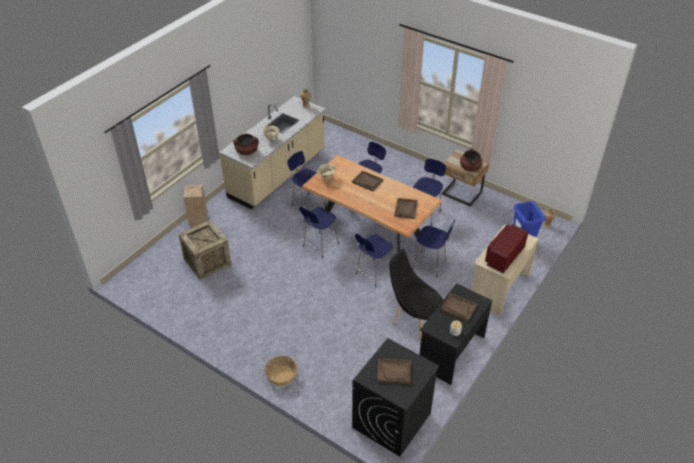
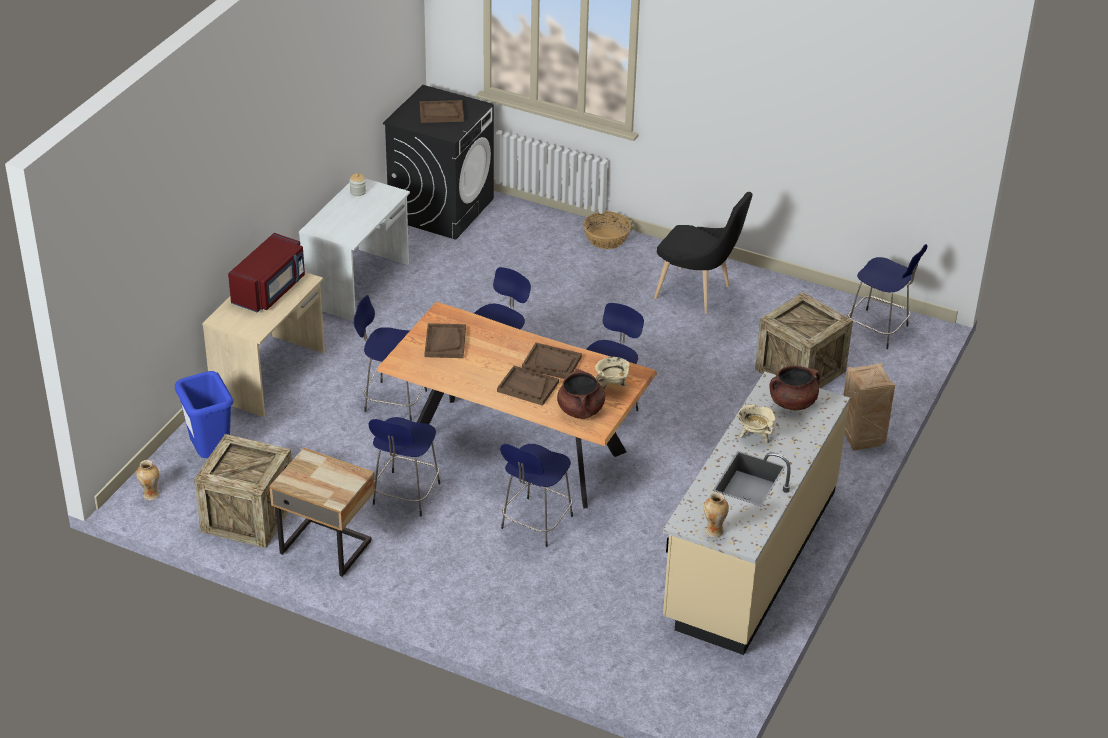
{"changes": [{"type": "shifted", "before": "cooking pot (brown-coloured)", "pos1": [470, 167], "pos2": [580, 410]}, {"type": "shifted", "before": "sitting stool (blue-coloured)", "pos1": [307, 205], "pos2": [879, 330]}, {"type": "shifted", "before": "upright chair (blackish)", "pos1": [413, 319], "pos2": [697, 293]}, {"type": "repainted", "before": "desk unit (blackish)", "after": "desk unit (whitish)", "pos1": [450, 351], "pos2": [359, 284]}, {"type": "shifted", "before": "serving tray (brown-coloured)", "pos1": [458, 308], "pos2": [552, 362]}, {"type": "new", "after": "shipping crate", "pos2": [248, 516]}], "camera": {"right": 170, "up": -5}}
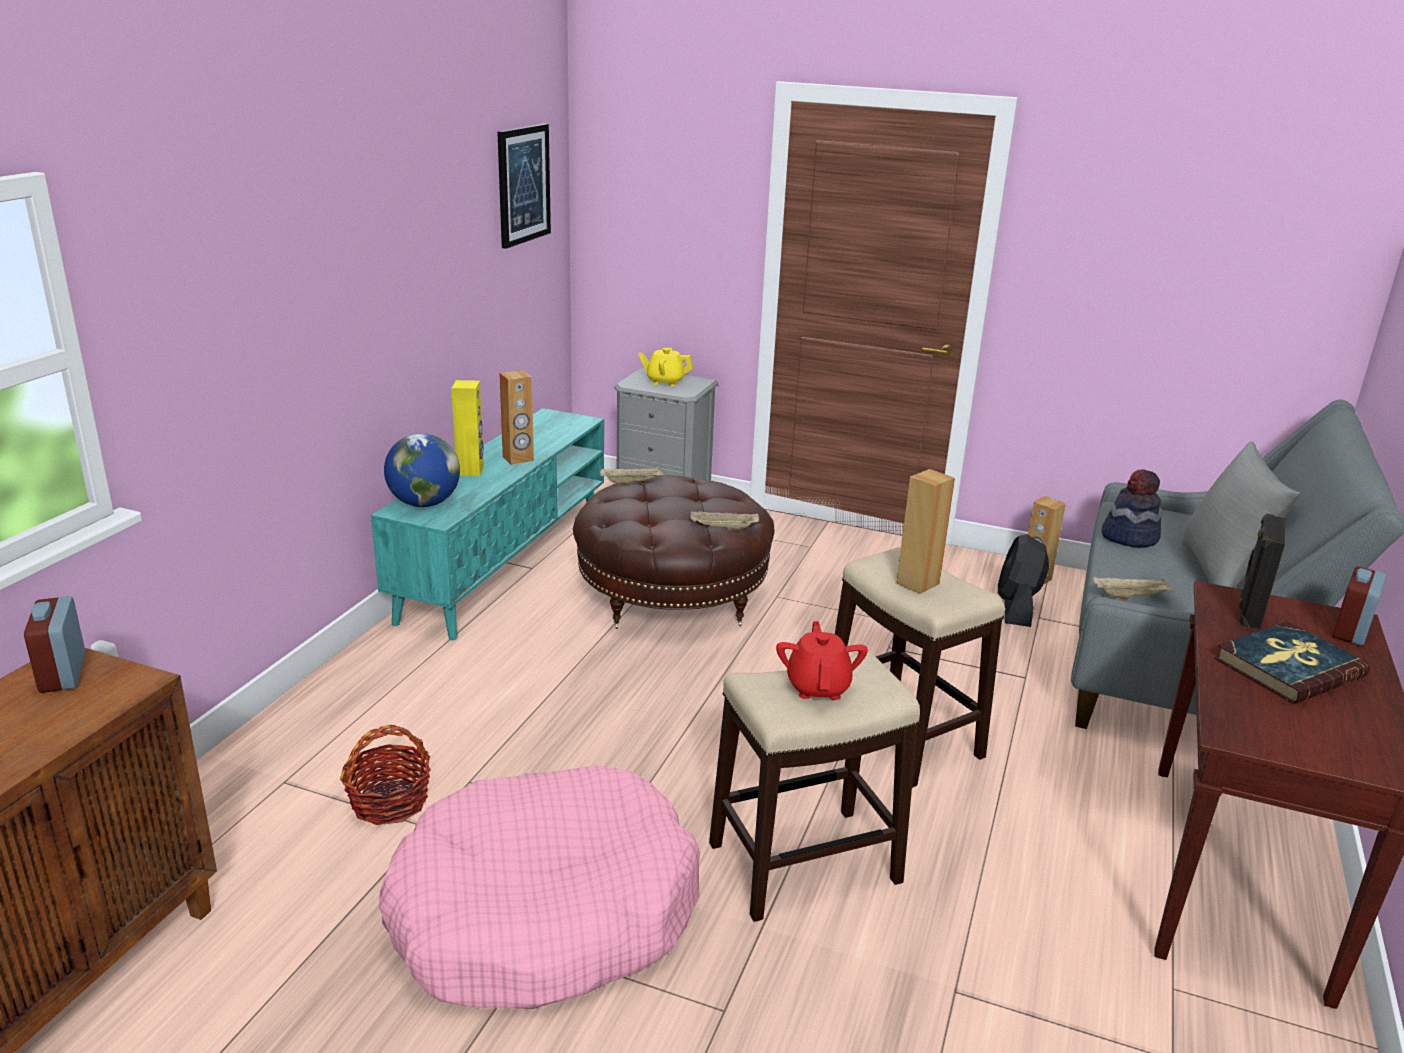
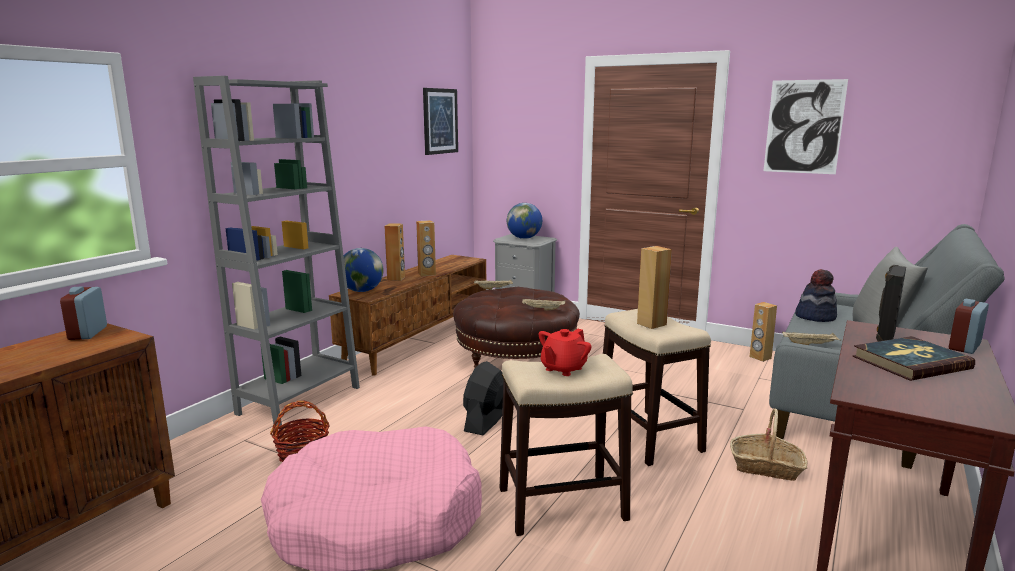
{"changes": [{"type": "swapped", "before": "teapot (yellow-coloured)", "after": "world globe", "pos1": [665, 381], "pos2": [524, 238]}, {"type": "repainted", "before": "loudspeaker (yellow-coloured)", "after": "loudspeaker (brown-coloured)", "pos1": [470, 471], "pos2": [396, 278]}, {"type": "repainted", "before": "tv stand (blue-green)", "after": "tv stand (brown-coloured)", "pos1": [504, 564], "pos2": [418, 340]}, {"type": "shifted", "before": "cooling fan (blackish)", "pos1": [1017, 608], "pos2": [485, 421]}, {"type": "rotated", "before": "teapot (reddish)", "pos1": [818, 687], "pos2": [563, 369], "turn": -150}, {"type": "new", "after": "shelving unit (greyish)", "pos2": [299, 400]}, {"type": "new", "after": "wall art", "pos2": [804, 127]}, {"type": "new", "after": "storage basket", "pos2": [766, 467]}], "camera": {"right": 10, "up": -10}}
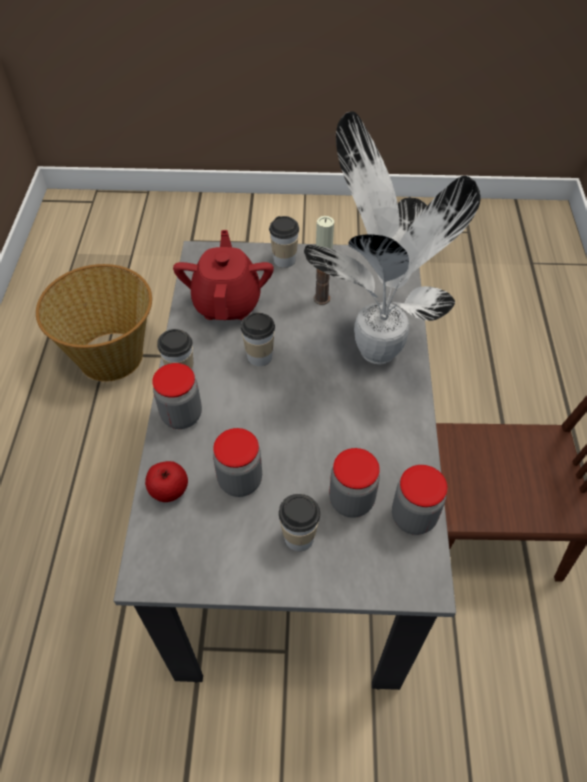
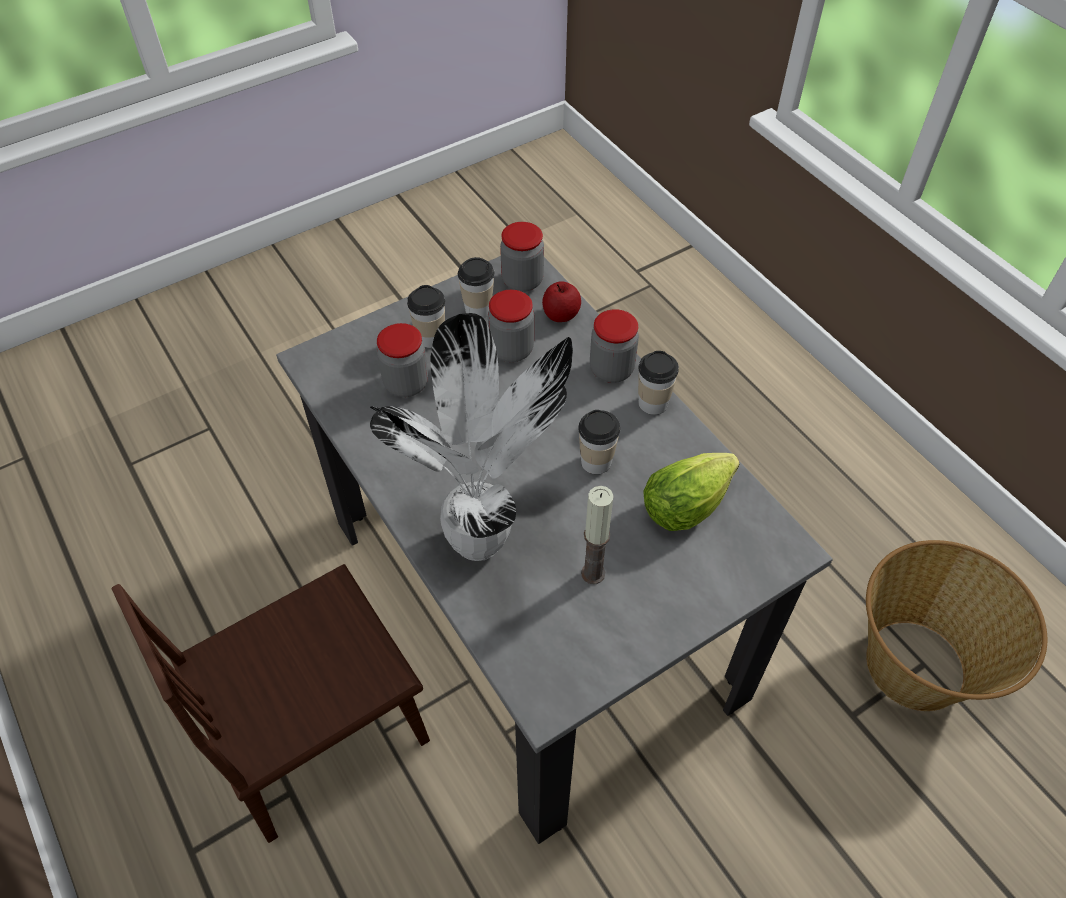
{"changes": [{"type": "shifted", "before": "small cup", "pos1": [284, 260], "pos2": [478, 309]}, {"type": "swapped", "before": "teapot (reddish)", "after": "lettuce head", "pos1": [227, 303], "pos2": [690, 503]}, {"type": "shifted", "before": "storage jar", "pos1": [413, 517], "pos2": [522, 281]}], "camera": {"right": 145, "up": 0}}
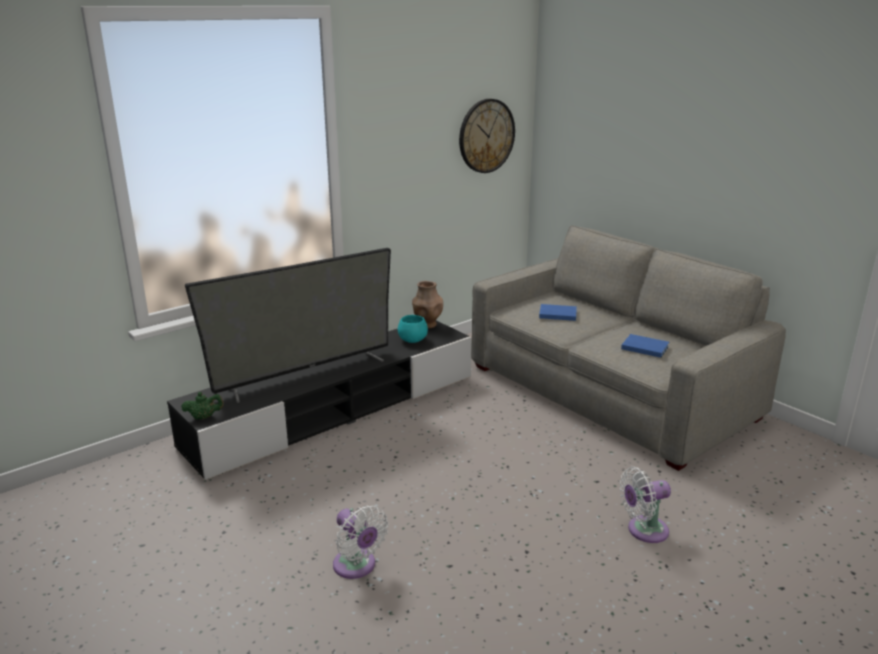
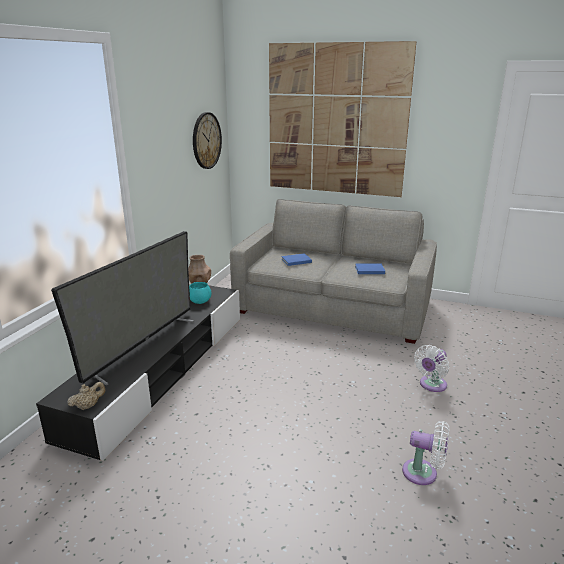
{"changes": [{"type": "repainted", "before": "teapot (greenish)", "after": "teapot (sand-coloured)", "pos1": [204, 417], "pos2": [88, 406]}, {"type": "shifted", "before": "cooling fan (whitish)", "pos1": [357, 567], "pos2": [423, 473]}, {"type": "new", "after": "wall art", "pos2": [336, 120]}], "camera": {"right": -30, "up": 0}}
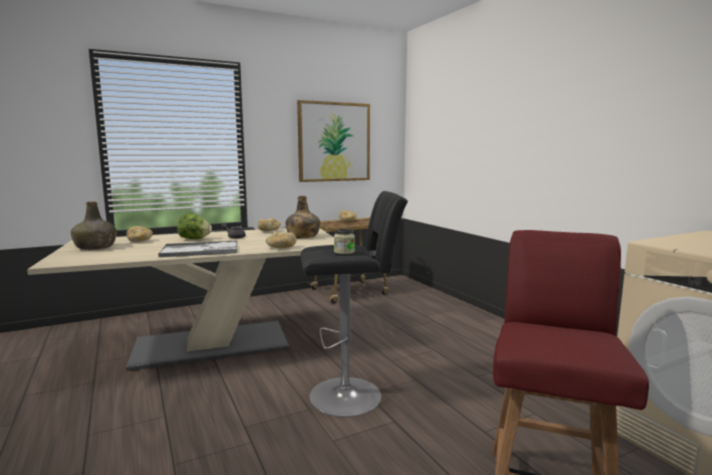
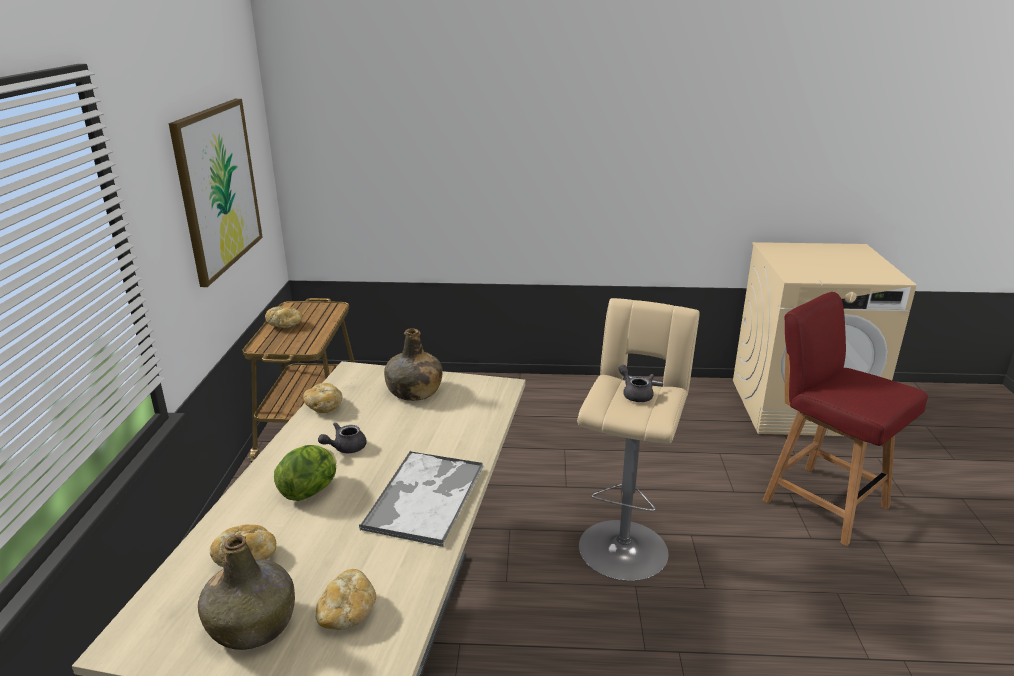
{"changes": [{"type": "repainted", "before": "sitting stool (blackish)", "after": "sitting stool (sand-coloured)", "pos1": [351, 395], "pos2": [624, 544]}, {"type": "swapped", "before": "storage jar", "after": "teapot (greyish)", "pos1": [344, 252], "pos2": [635, 394]}, {"type": "shifted", "before": "bread", "pos1": [281, 247], "pos2": [347, 613]}], "camera": {"right": -60, "up": 15}}
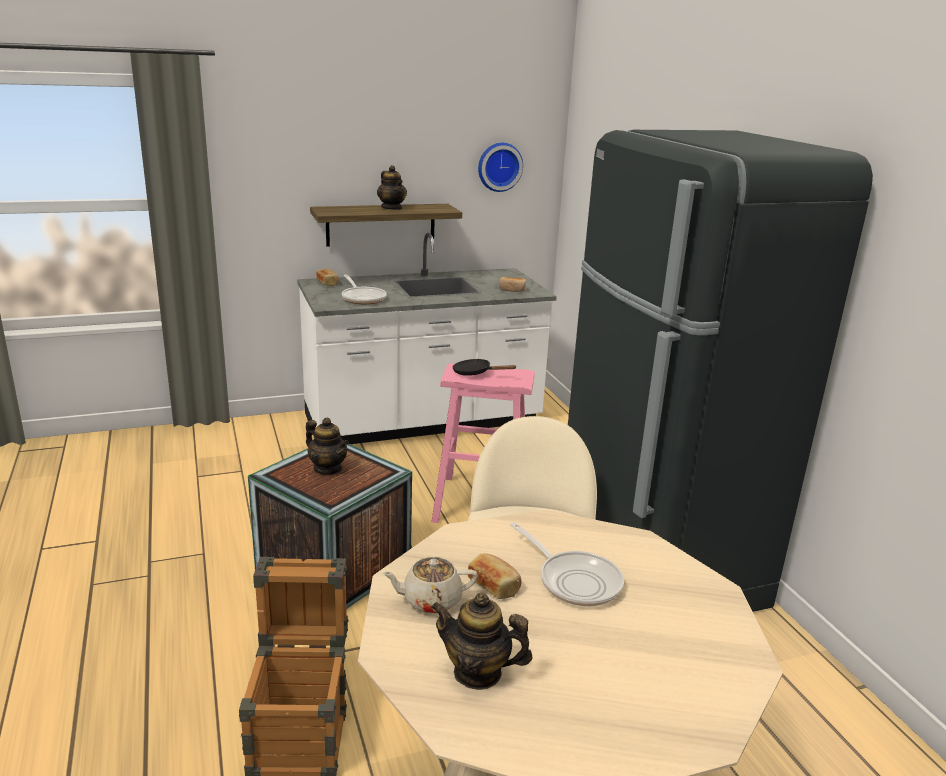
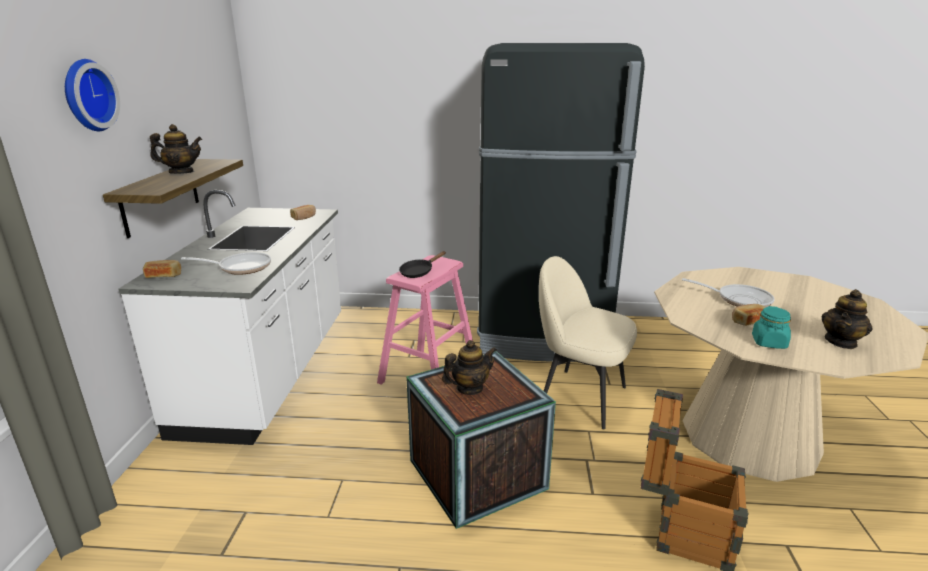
{"changes": [{"type": "shifted", "before": "wall clock", "pos1": [499, 166], "pos2": [86, 95]}, {"type": "rotated", "before": "pan", "pos1": [574, 580], "pos2": [739, 299], "turn": 45}, {"type": "swapped", "before": "teapot (sand-coloured)", "after": "storage jar (blue-green)", "pos1": [430, 600], "pos2": [769, 342]}], "camera": {"right": -65, "up": 0}}
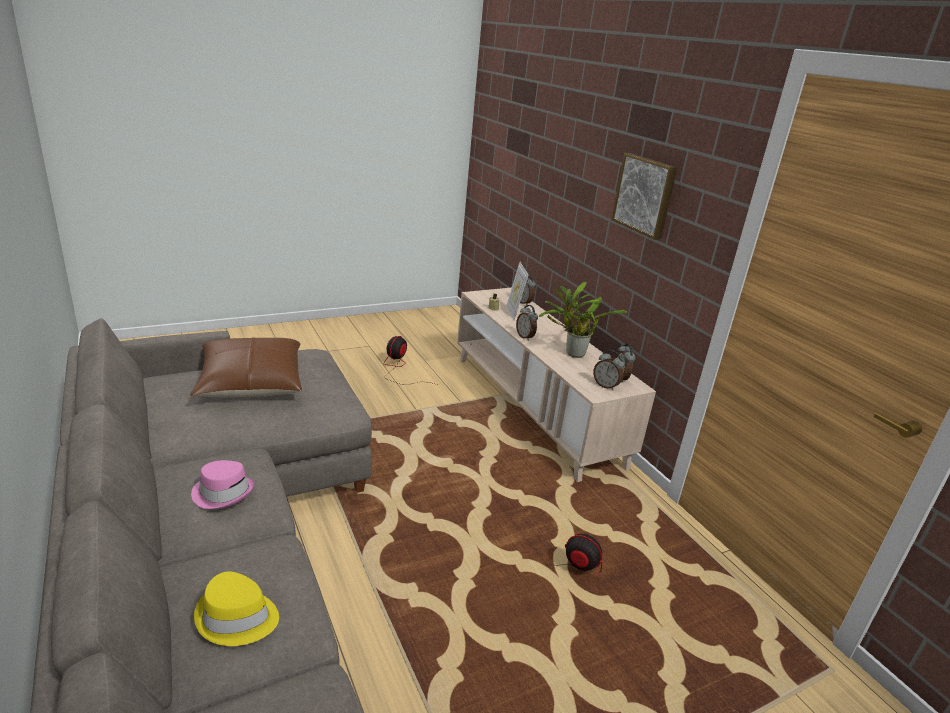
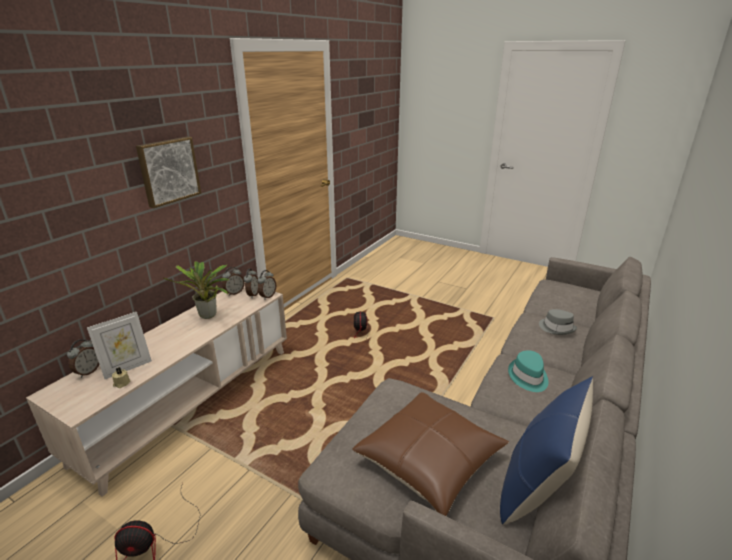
{"changes": [{"type": "shifted", "before": "alarm clock", "pos1": [525, 337], "pos2": [267, 296]}, {"type": "repainted", "before": "wearable hat (pink-coloured)", "after": "wearable hat (blue-green)", "pos1": [223, 492], "pos2": [528, 377]}, {"type": "repainted", "before": "wearable hat (yellow-coloured)", "after": "wearable hat (greyish)", "pos1": [237, 618], "pos2": [557, 328]}, {"type": "new", "after": "throw pillow (blue-coloured)", "pos2": [537, 487]}], "camera": {"right": -120, "up": 0}}
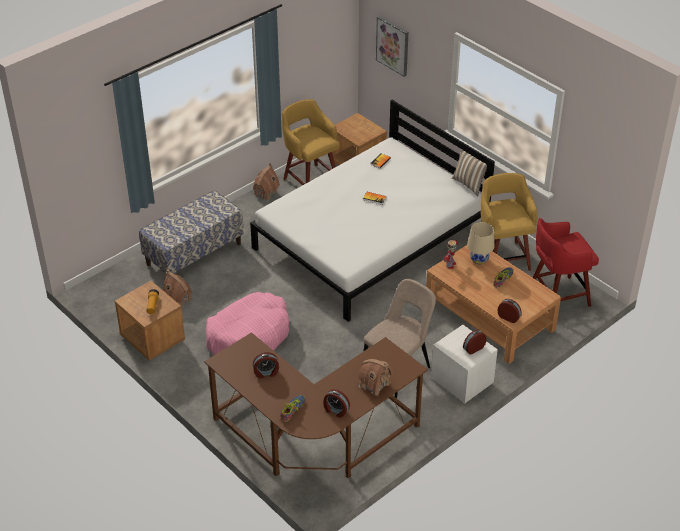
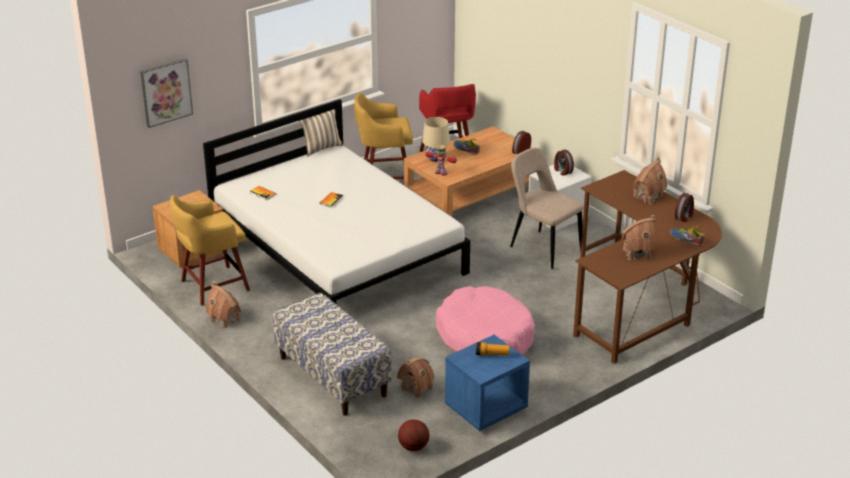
{"changes": [{"type": "repainted", "before": "night table (brown-coloured)", "after": "night table (blue-coloured)", "pos1": [152, 339], "pos2": [485, 408]}, {"type": "swapped", "before": "alarm clock", "after": "miniature house", "pos1": [266, 373], "pos2": [636, 252]}, {"type": "new", "after": "basketball ball", "pos2": [413, 447]}], "camera": {"right": -85, "up": -10}}
